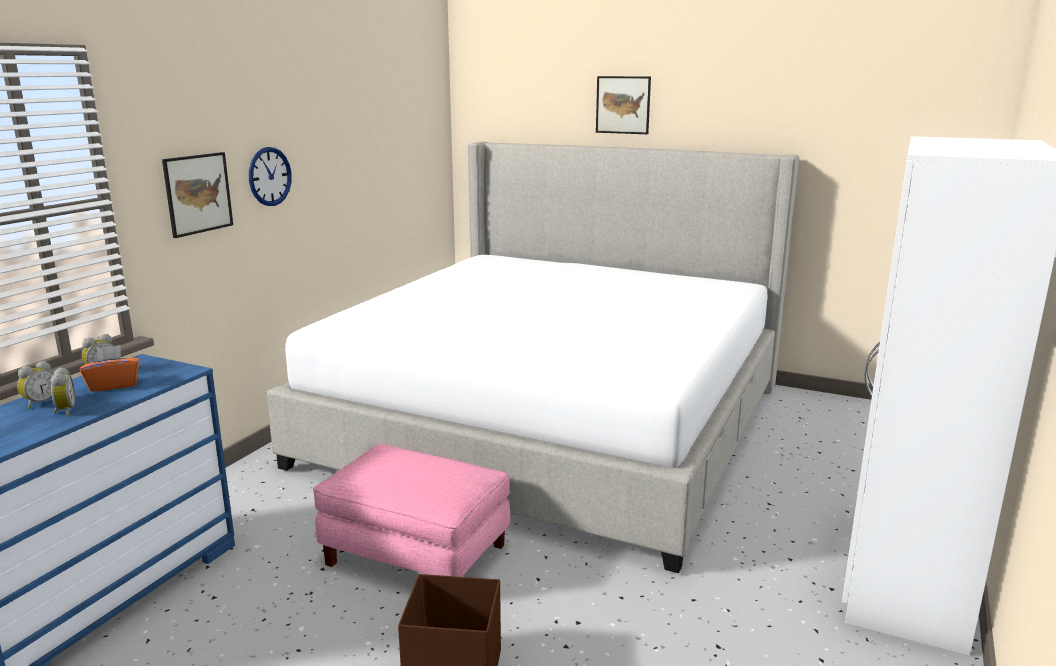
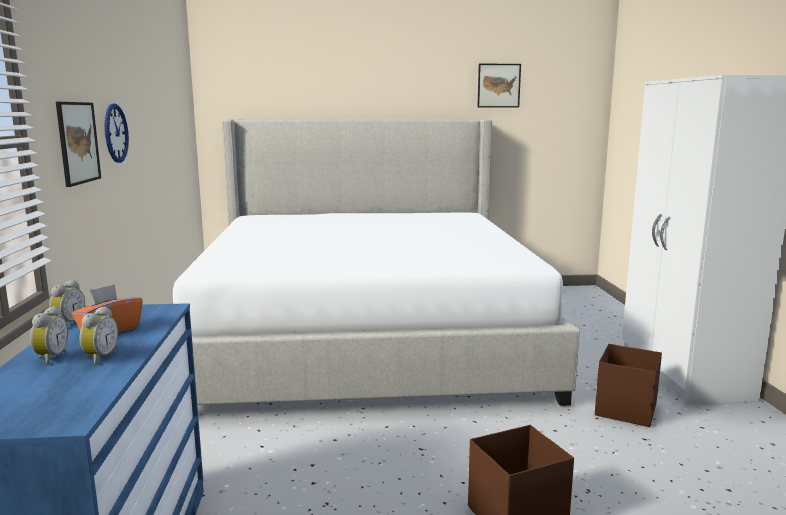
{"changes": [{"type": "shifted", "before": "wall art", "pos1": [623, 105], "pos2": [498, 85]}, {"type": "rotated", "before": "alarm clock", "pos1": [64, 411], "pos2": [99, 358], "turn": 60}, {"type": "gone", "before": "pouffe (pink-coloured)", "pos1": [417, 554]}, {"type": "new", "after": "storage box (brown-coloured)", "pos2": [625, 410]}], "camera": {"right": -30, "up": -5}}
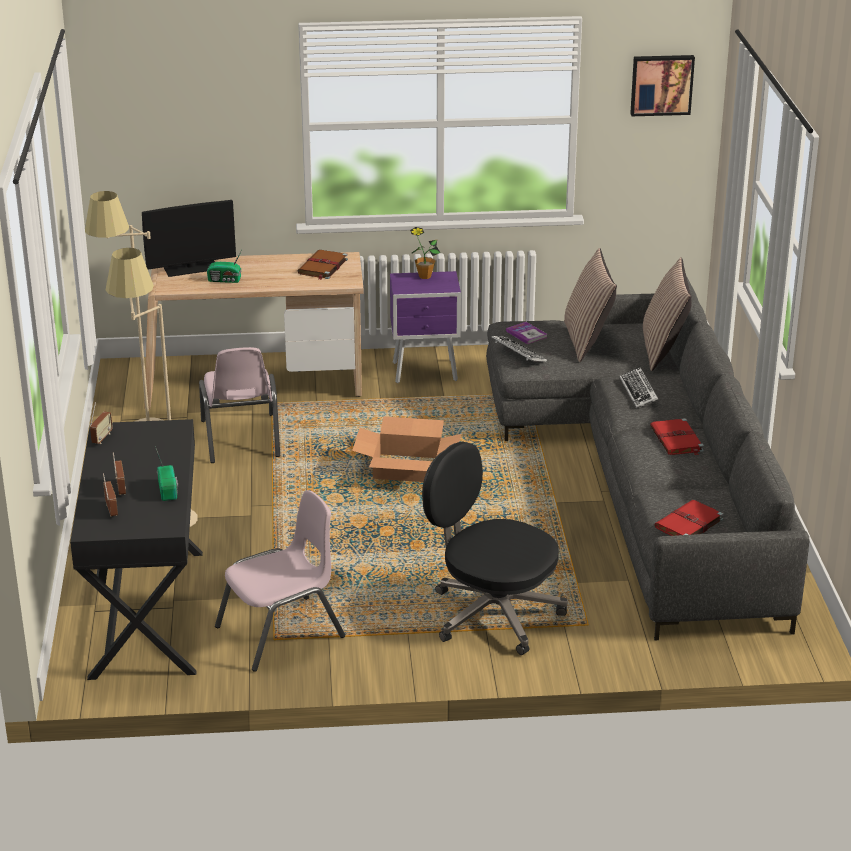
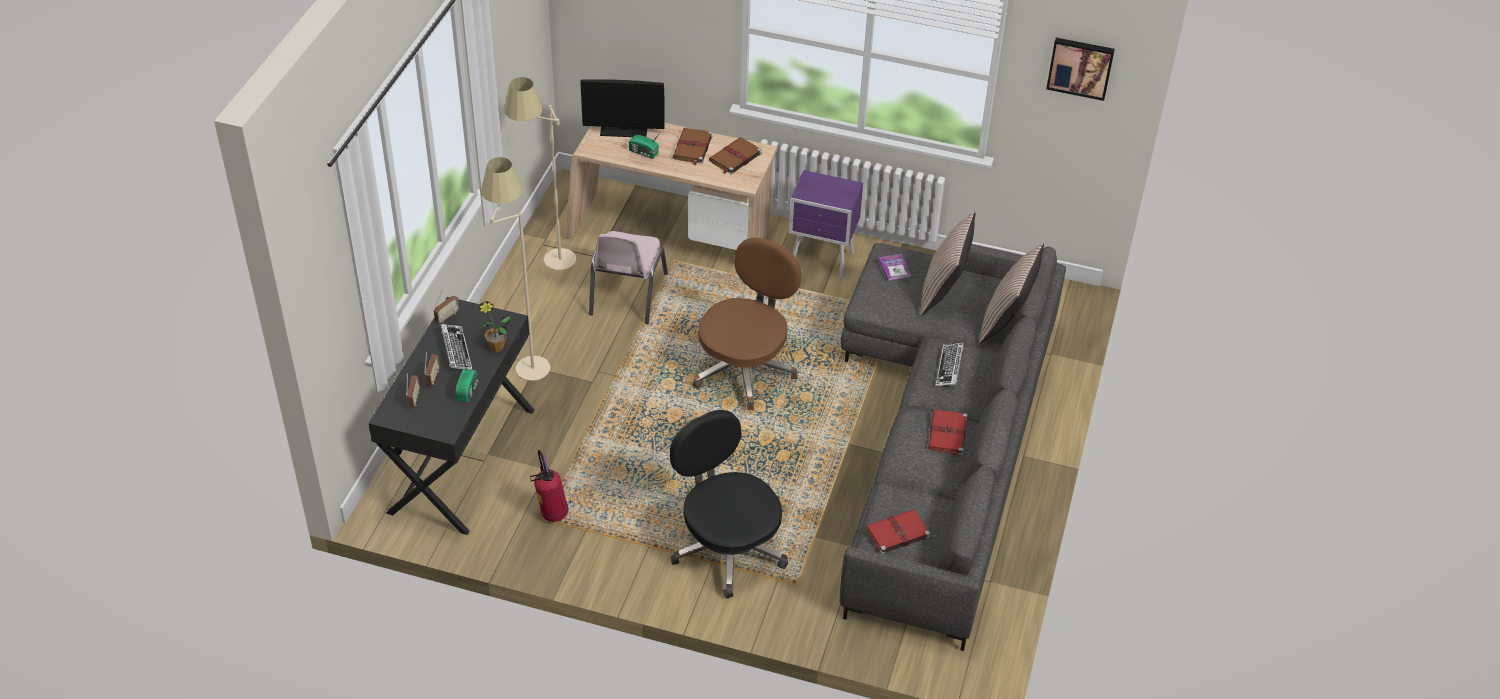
{"changes": [{"type": "shifted", "before": "potted plant", "pos1": [424, 276], "pos2": [496, 347]}, {"type": "shifted", "before": "keyboard", "pos1": [518, 353], "pos2": [456, 350]}, {"type": "swapped", "before": "cardboard box", "after": "desk chair (brown-coloured)", "pos1": [407, 469], "pos2": [745, 369]}, {"type": "swapped", "before": "upright chair (pink-coloured)", "after": "extinguisher", "pos1": [281, 633], "pos2": [552, 514]}, {"type": "new", "after": "book (brown-coloured)", "pos2": [692, 148]}], "camera": {"right": 20, "up": 15}}
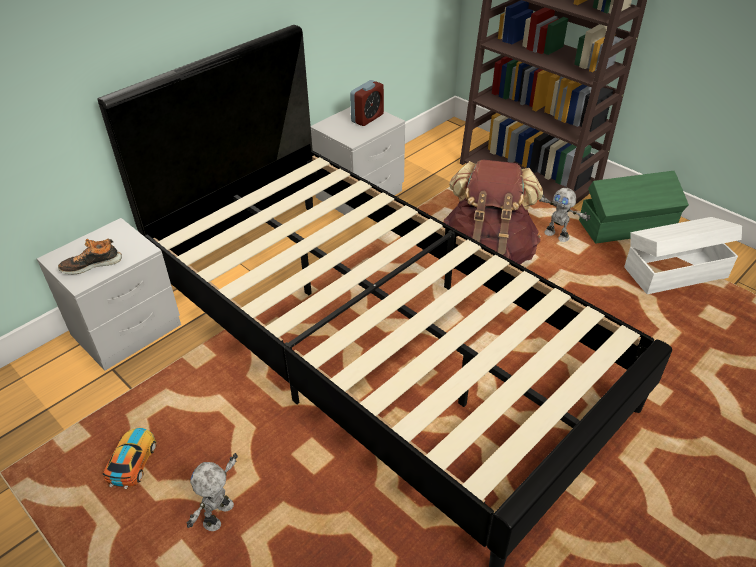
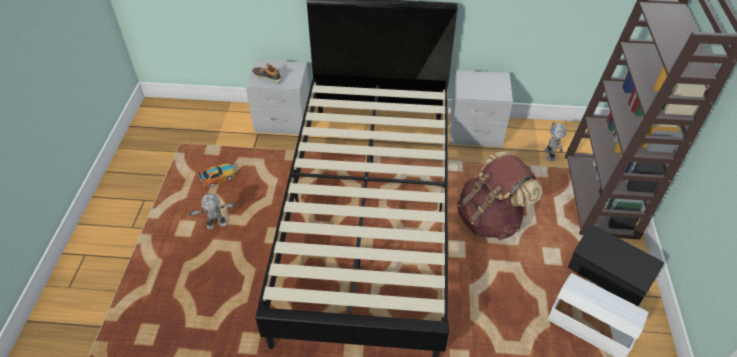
{"changes": [{"type": "gone", "before": "alarm clock", "pos1": [367, 118]}, {"type": "repainted", "before": "storage box (greenish)", "after": "storage box (blackish)", "pos1": [627, 227], "pos2": [608, 277]}, {"type": "shifted", "before": "model robot", "pos1": [557, 235], "pos2": [550, 155]}], "camera": {"right": 50, "up": 5}}
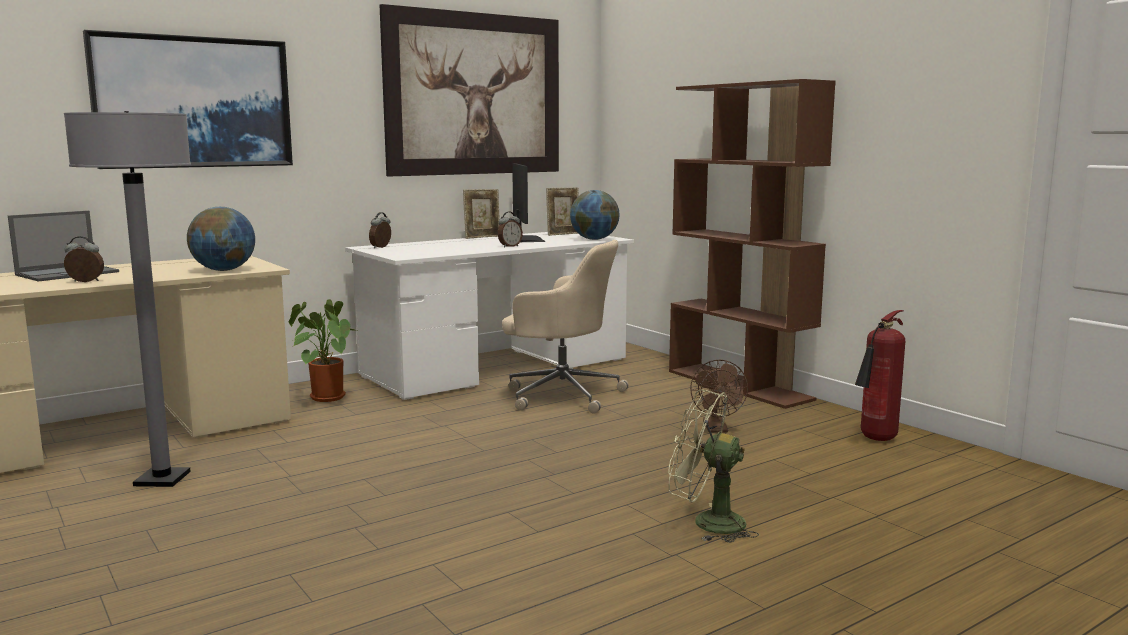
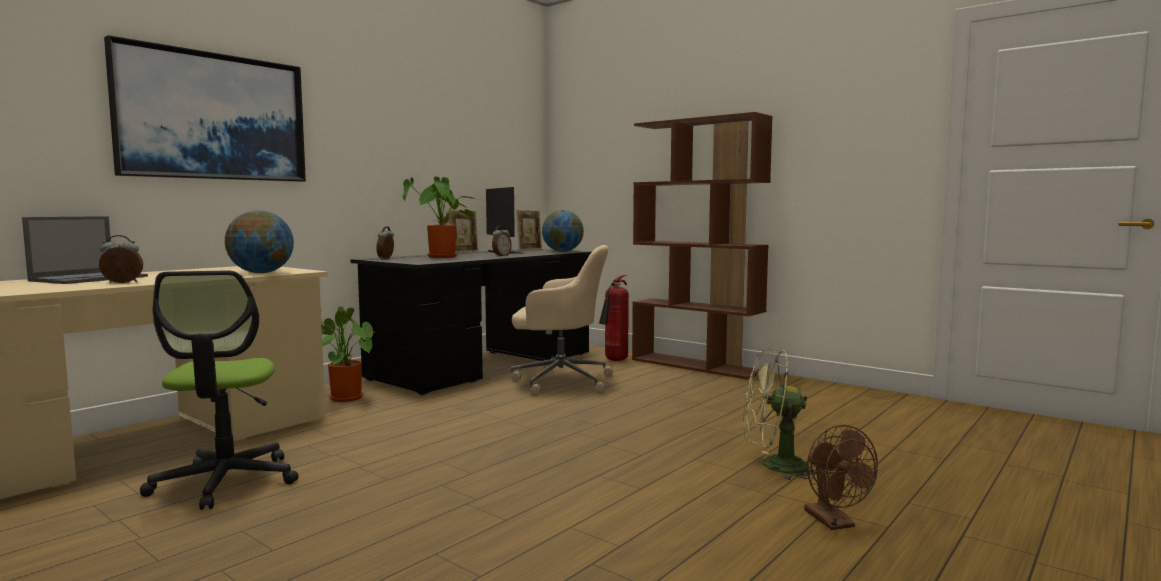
{"changes": [{"type": "gone", "before": "wall art", "pos1": [474, 94]}, {"type": "swapped", "before": "standing lamp (greyish)", "after": "desk chair", "pos1": [162, 479], "pos2": [225, 482]}, {"type": "repainted", "before": "desk unit (whitish)", "after": "desk unit (blackish)", "pos1": [496, 367], "pos2": [484, 365]}, {"type": "shifted", "before": "extinguisher", "pos1": [876, 440], "pos2": [615, 360]}, {"type": "shifted", "before": "cooling fan (brown-coloured)", "pos1": [716, 429], "pos2": [834, 523]}, {"type": "new", "after": "potted plant", "pos2": [442, 257]}], "camera": {"right": -15, "up": -5}}
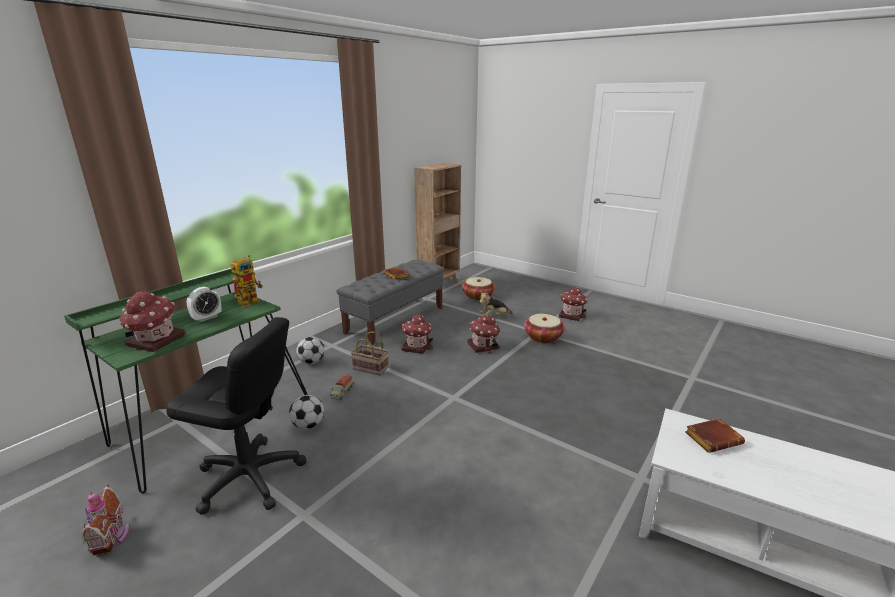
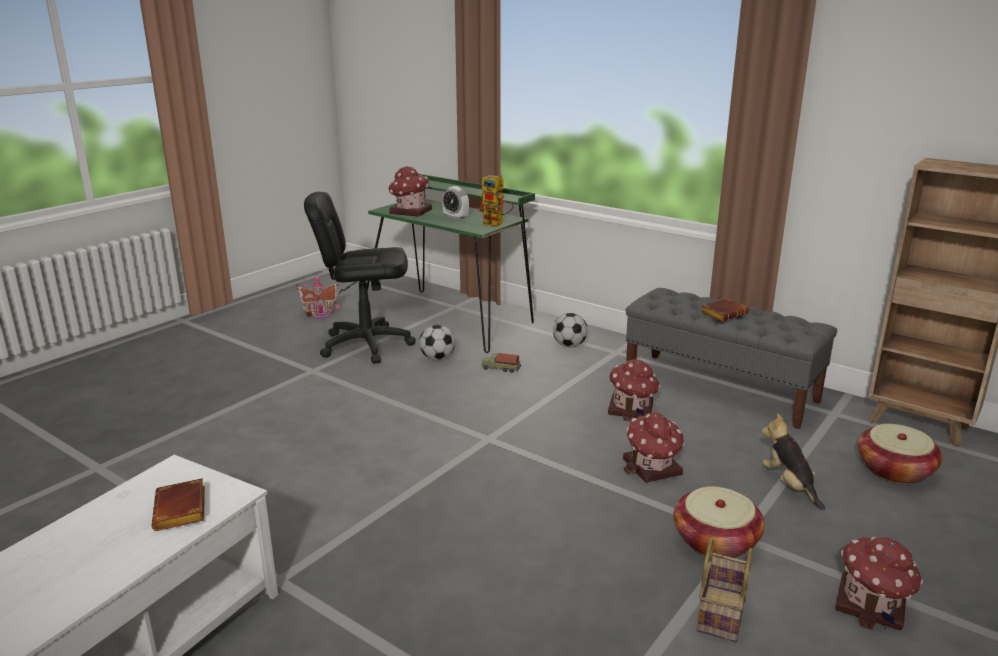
{"changes": [{"type": "rotated", "before": "desk chair (blackish)", "pos1": [249, 477], "pos2": [366, 345], "turn": 75}, {"type": "shifted", "before": "storage basket", "pos1": [369, 368], "pos2": [720, 611]}], "camera": {"right": 90, "up": 0}}
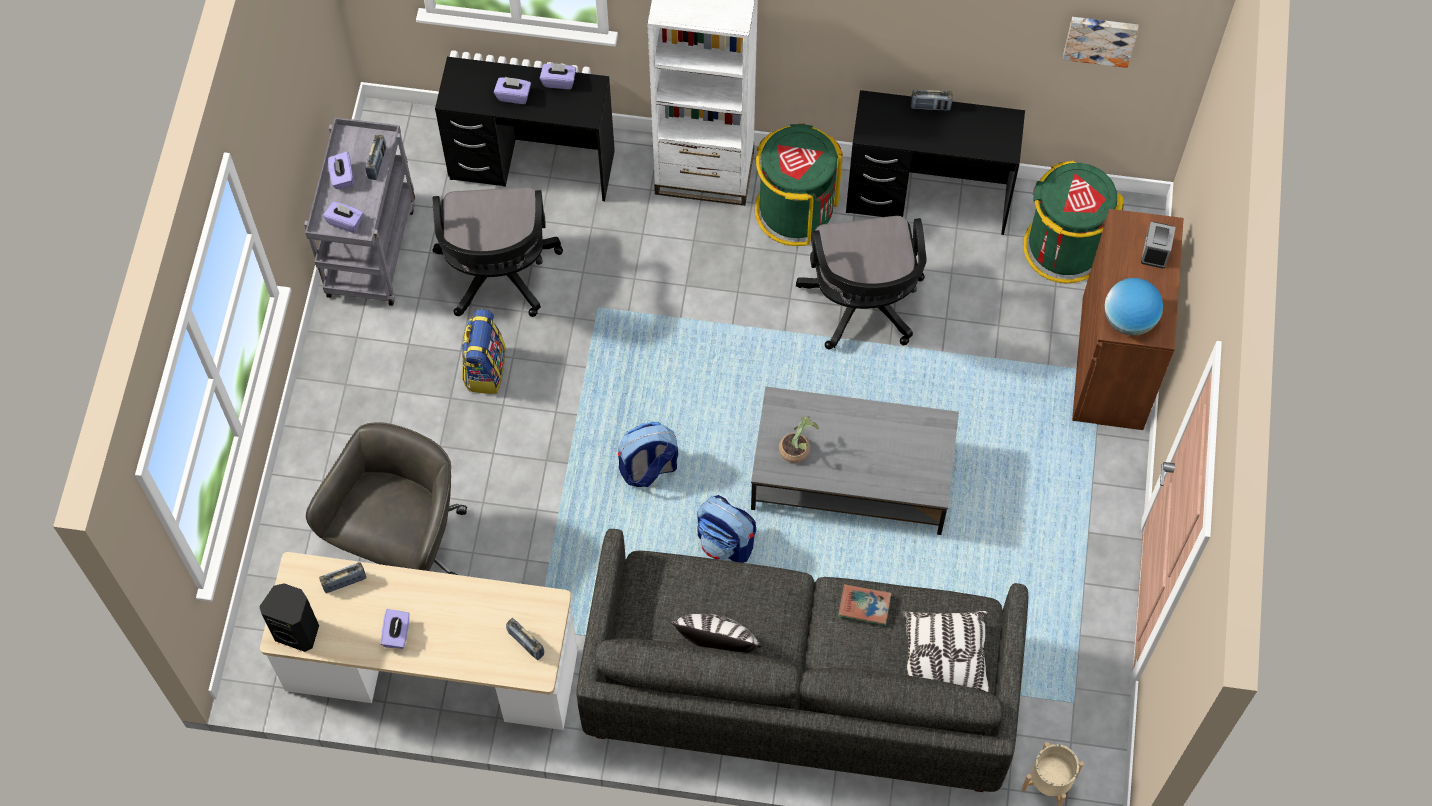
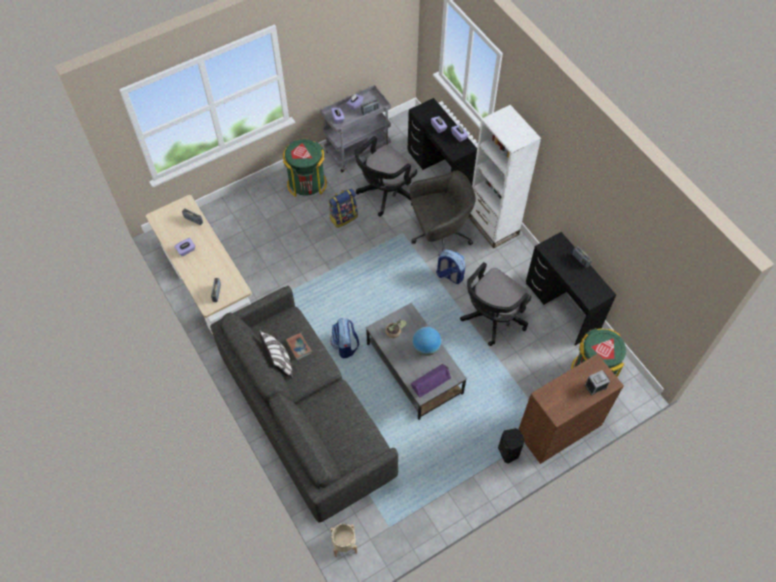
{"changes": [{"type": "gone", "before": "wall art", "pos1": [1100, 39]}, {"type": "shifted", "before": "waste bin (greenish)", "pos1": [795, 210], "pos2": [307, 183]}, {"type": "shifted", "before": "world globe", "pos1": [1129, 320], "pos2": [426, 347]}, {"type": "shifted", "before": "desk chair (greyish)", "pos1": [402, 545], "pos2": [439, 235]}, {"type": "shifted", "before": "knapsack", "pos1": [648, 469], "pos2": [449, 275]}, {"type": "shifted", "before": "loudspeaker (blackish)", "pos1": [298, 631], "pos2": [509, 452]}, {"type": "shifted", "before": "book", "pos1": [864, 606], "pos2": [299, 347]}, {"type": "gone", "before": "throw pillow", "pos1": [945, 656]}, {"type": "new", "after": "loudspeaker (purplish)", "pos2": [430, 381]}], "camera": {"right": 50, "up": -5}}
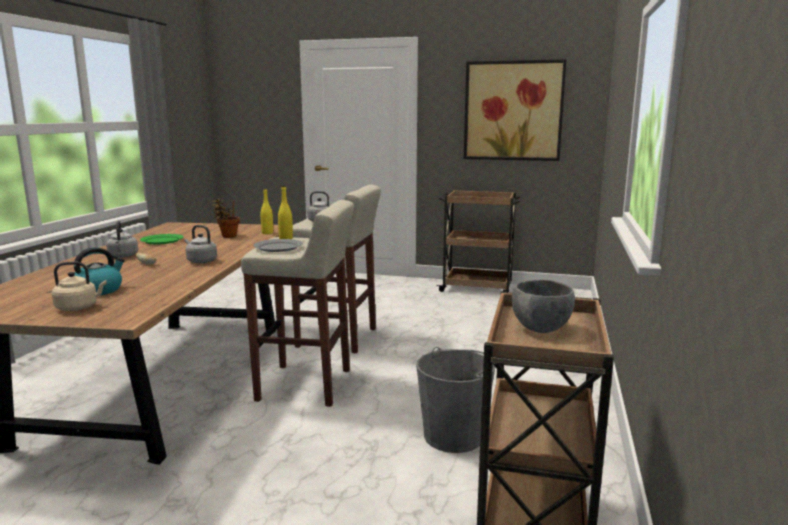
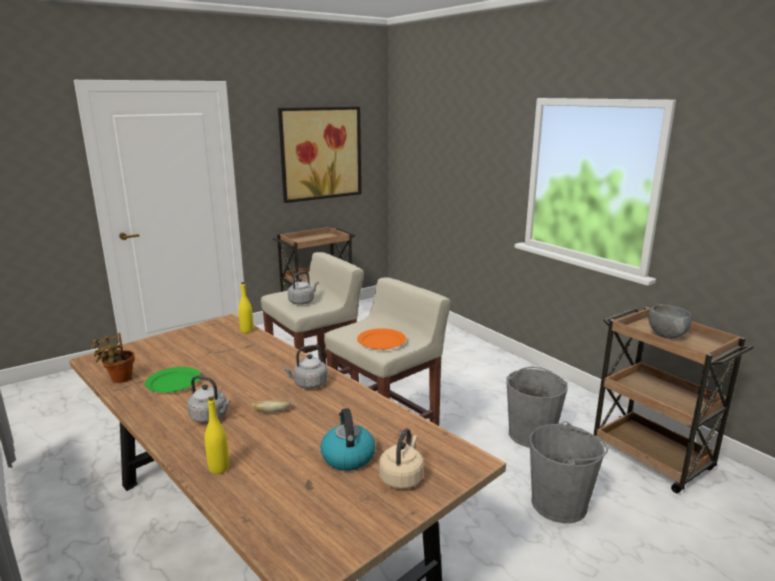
{"changes": [{"type": "shifted", "before": "beverage bottle (yellow-coloured)", "pos1": [286, 239], "pos2": [219, 468]}, {"type": "shifted", "before": "potted plant", "pos1": [227, 236], "pos2": [119, 379]}, {"type": "repainted", "before": "plate (greyish)", "after": "plate (orange)", "pos1": [278, 247], "pos2": [381, 341]}, {"type": "new", "after": "pail (greyish)", "pos2": [559, 504]}], "camera": {"right": -50, "up": 5}}
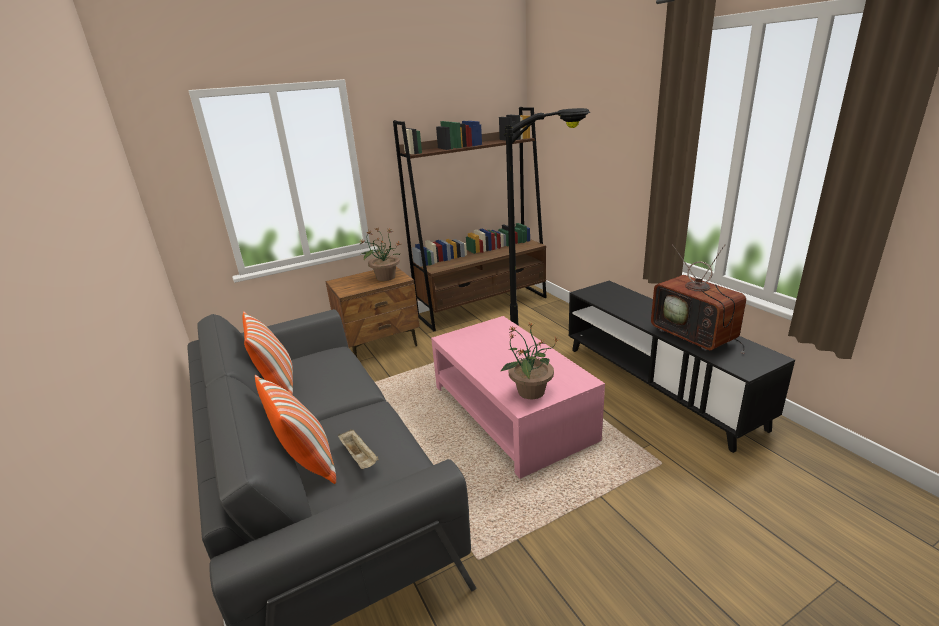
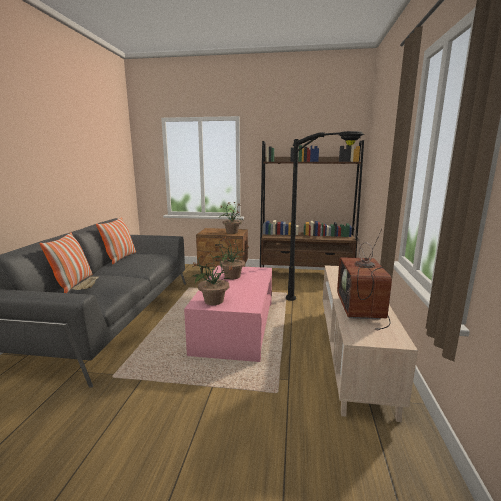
{"changes": [{"type": "repainted", "before": "tv stand (blackish)", "after": "tv stand (sand-coloured)", "pos1": [657, 385], "pos2": [352, 352]}, {"type": "new", "after": "potted plant", "pos2": [231, 276]}], "camera": {"right": 35, "up": -10}}
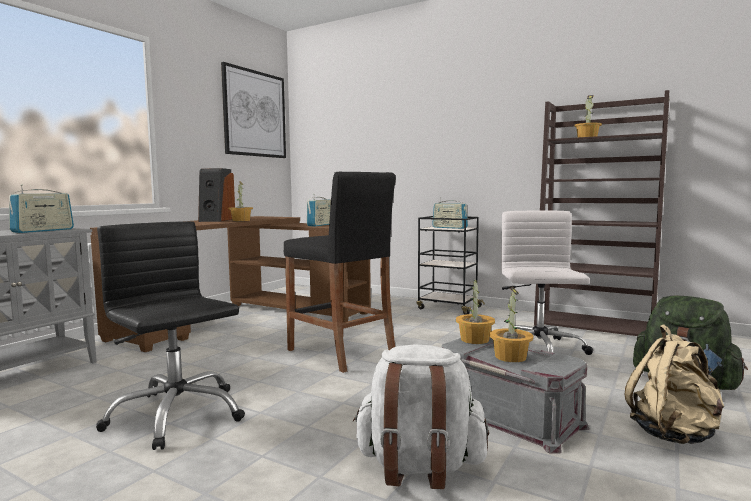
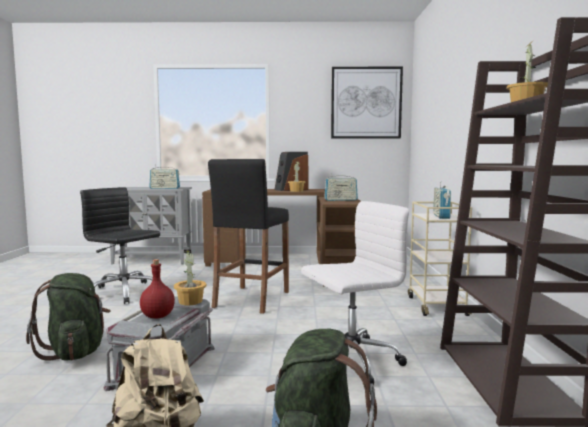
{"changes": [{"type": "repainted", "before": "cart (blackish)", "after": "cart (sand-coloured)", "pos1": [448, 308], "pos2": [436, 305]}, {"type": "rotated", "before": "desk chair (blackish)", "pos1": [176, 415], "pos2": [124, 293], "turn": -75}, {"type": "swapped", "before": "potted plant", "after": "beverage bottle (reddish)", "pos1": [510, 357], "pos2": [158, 316]}, {"type": "repainted", "before": "knapsack (whitish)", "after": "knapsack (greenish)", "pos1": [419, 467], "pos2": [75, 352]}], "camera": {"right": 60, "up": 0}}
